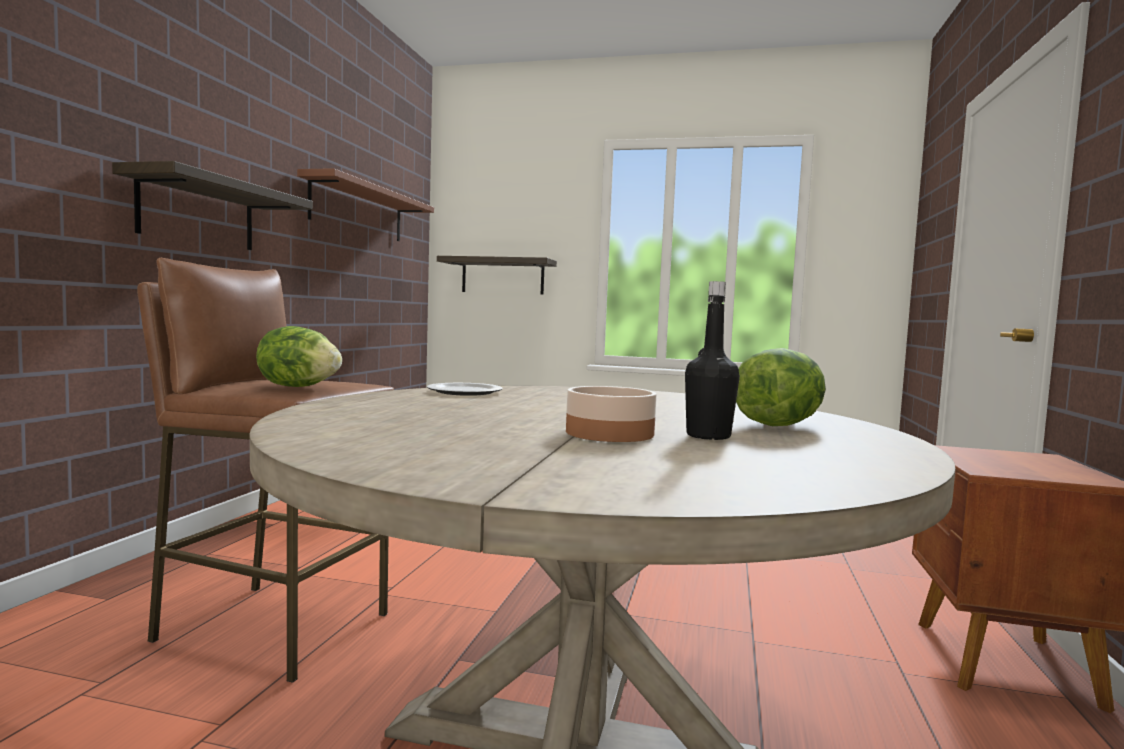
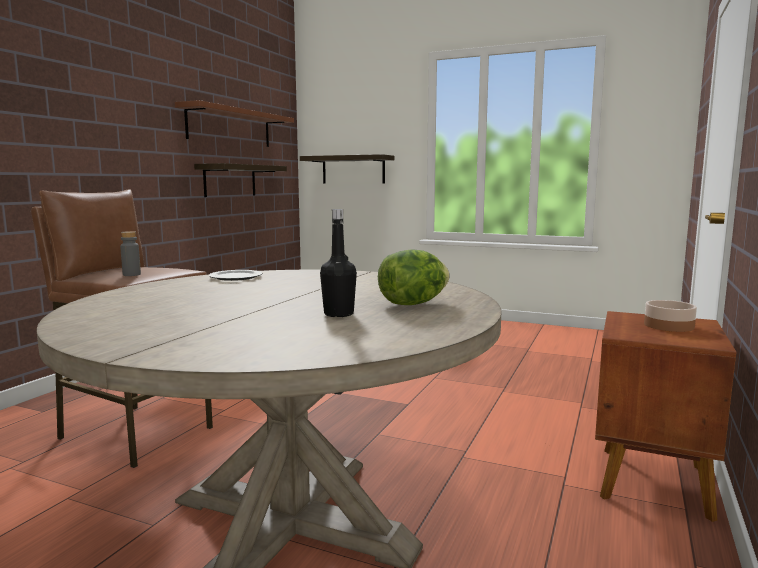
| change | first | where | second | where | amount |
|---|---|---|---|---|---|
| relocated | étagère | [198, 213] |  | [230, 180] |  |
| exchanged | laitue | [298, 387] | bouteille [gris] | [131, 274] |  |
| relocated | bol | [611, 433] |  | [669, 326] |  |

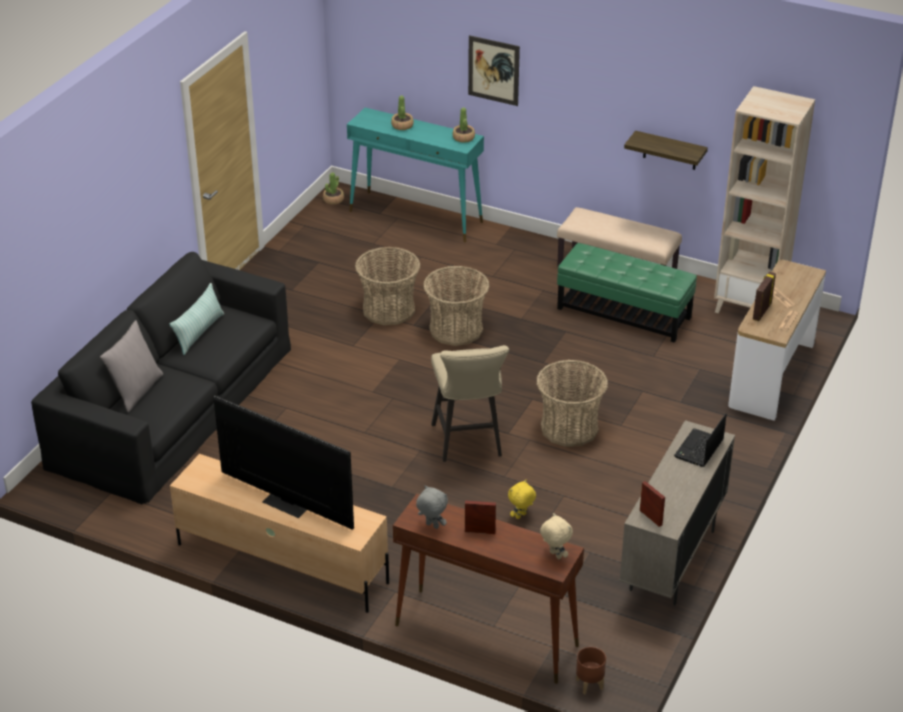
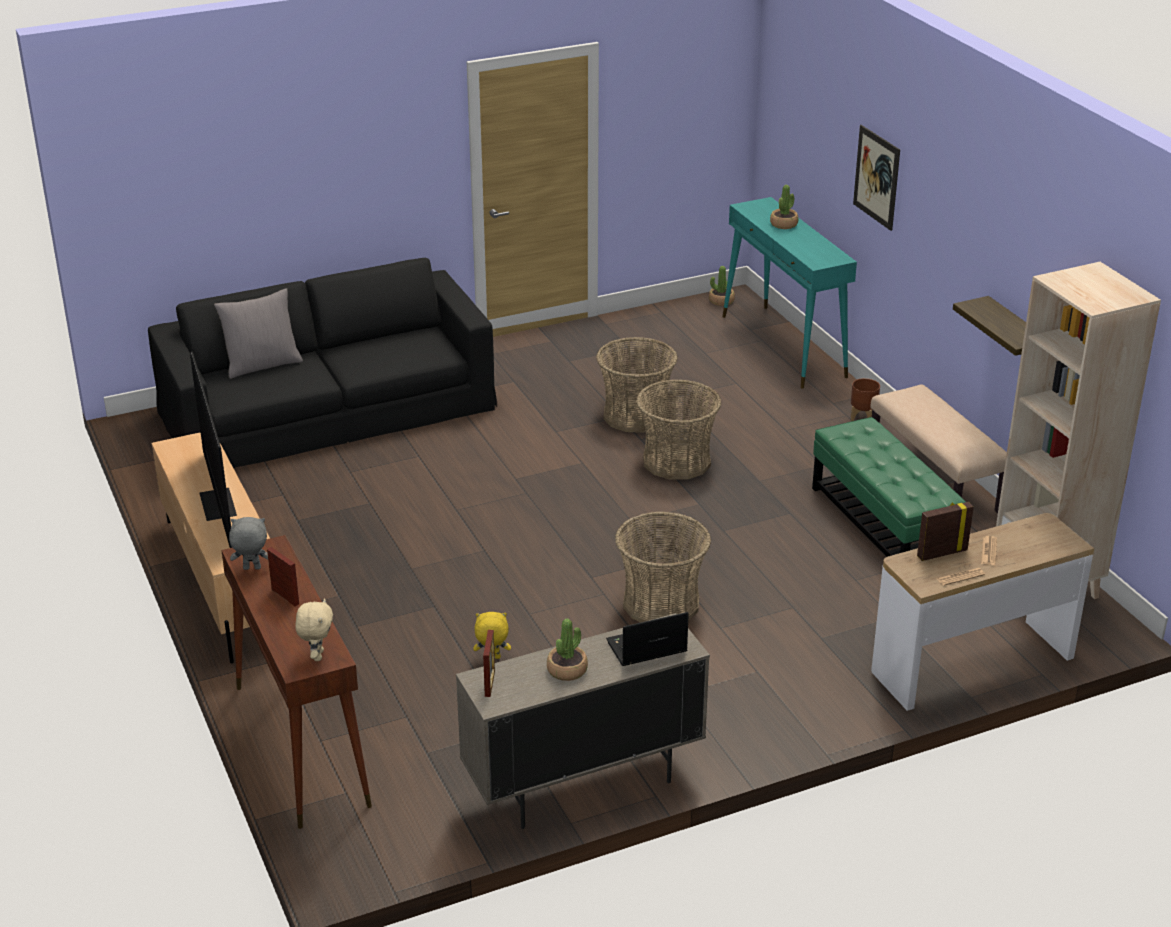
| change | first | where | second | where | amount |
|---|---|---|---|---|---|
| missing | coussin | [199, 332] |  |  |  |
| spun | peluche [gris] | [431, 526] |  | [251, 569] | 75 degrees counterclockwise |
| missing | tabouret [beige] | [468, 443] |  |  |  |
| relocated | plante en pot | [463, 138] |  | [567, 670] |  |
| relocated | cache-pot [marron] | [590, 684] |  | [863, 418] |  |

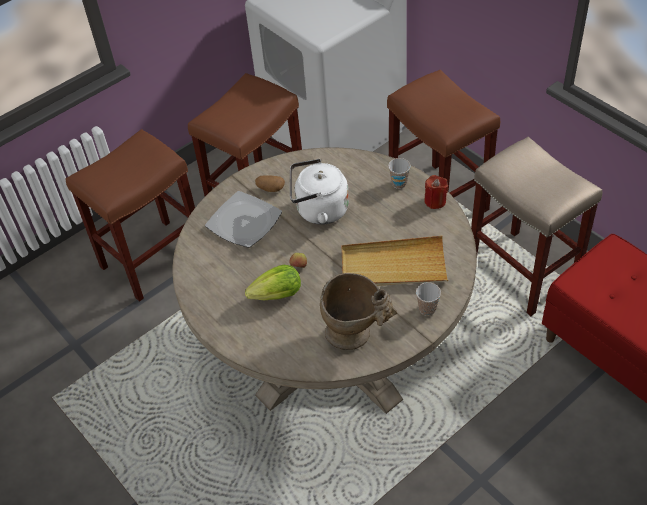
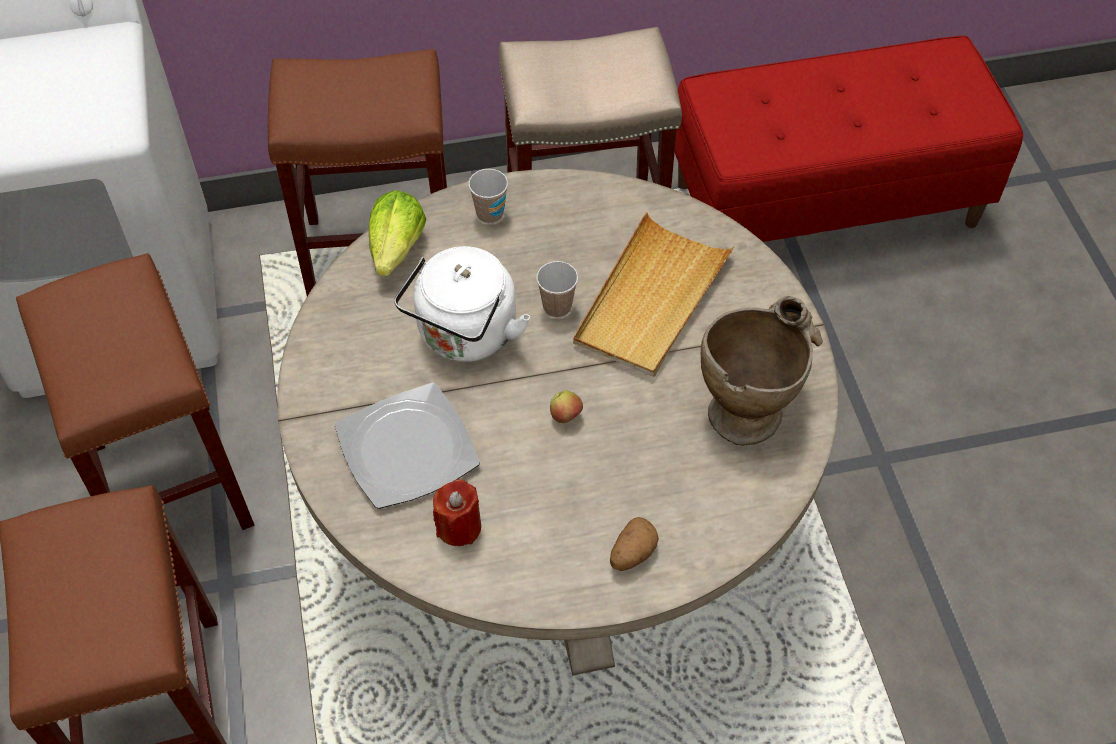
| change | first | where | second | where | amount |
|---|---|---|---|---|---|
| relocated | laitue | [278, 295] |  | [397, 249] |  |
| relocated | pomme de terre | [270, 189] |  | [632, 553] |  |
| relocated | tasse | [427, 309] |  | [557, 307] |  |
| relocated | bougie [rouge] | [435, 201] |  | [459, 527] |  |

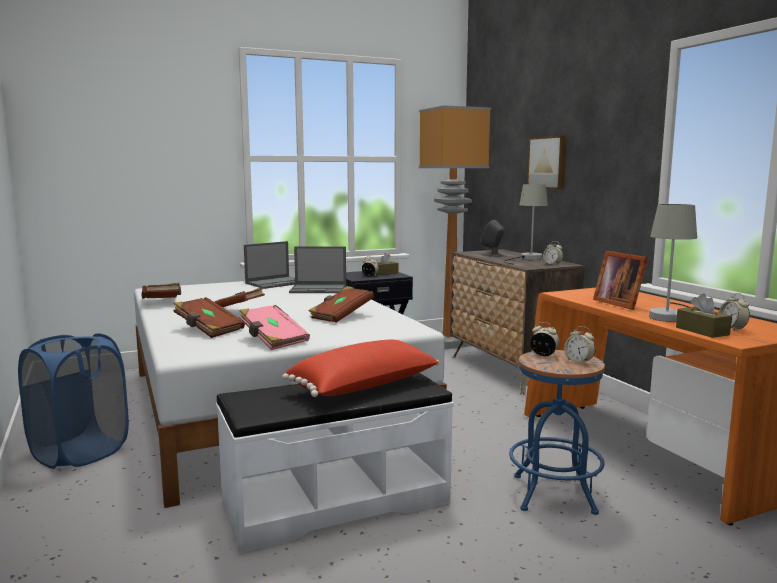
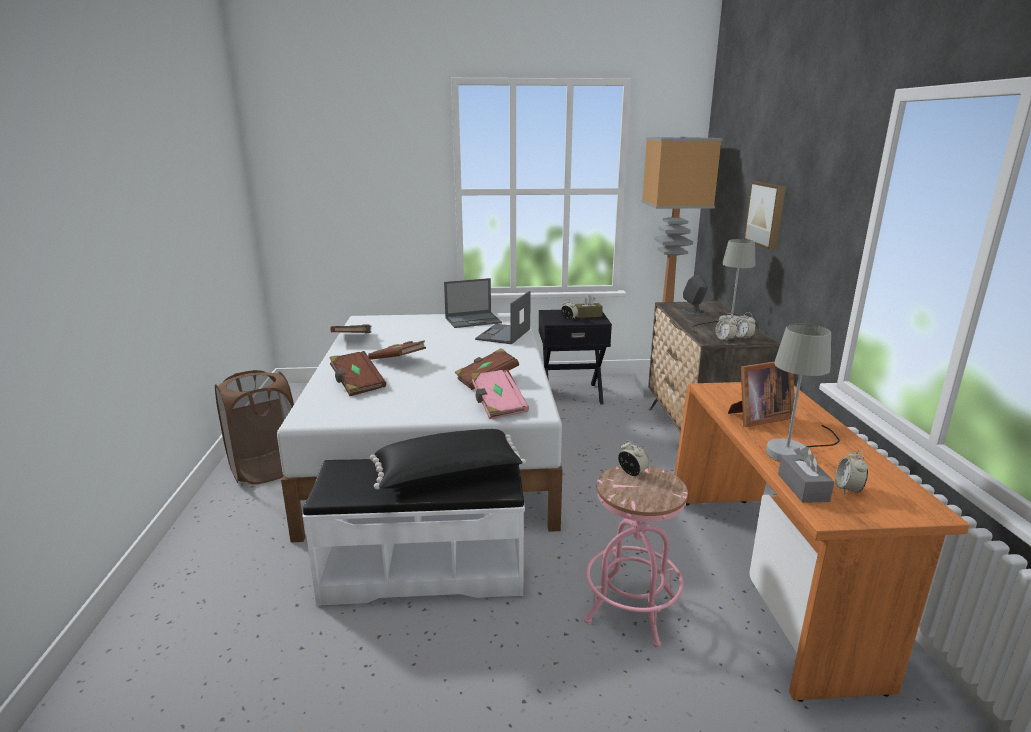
| change | first | where | second | where | amount |
|---|---|---|---|---|---|
| colour | panier à linge [bleu] | [79, 452] | panier à linge [marron] | [265, 469] |  |
| relocated | livre [rose] | [273, 340] |  | [497, 405] |  |
| colour | coussin [rouge] | [365, 388] | coussin [noir] | [448, 476] |  |
| spun | ordinateur portable | [319, 289] |  | [503, 334] | 90 degrees clockwise |
| colour | tabouret [bleu] | [554, 494] | tabouret [rose] | [631, 610] |  |
| relocated | réveil | [579, 361] |  | [725, 339] |  |
| spun | cadre photo | [619, 303] |  | [758, 417] | 105 degrees counterclockwise |
| colour | boîte à mouchoirs [marron] | [702, 331] | boîte à mouchoirs [gris] | [803, 487] |  |

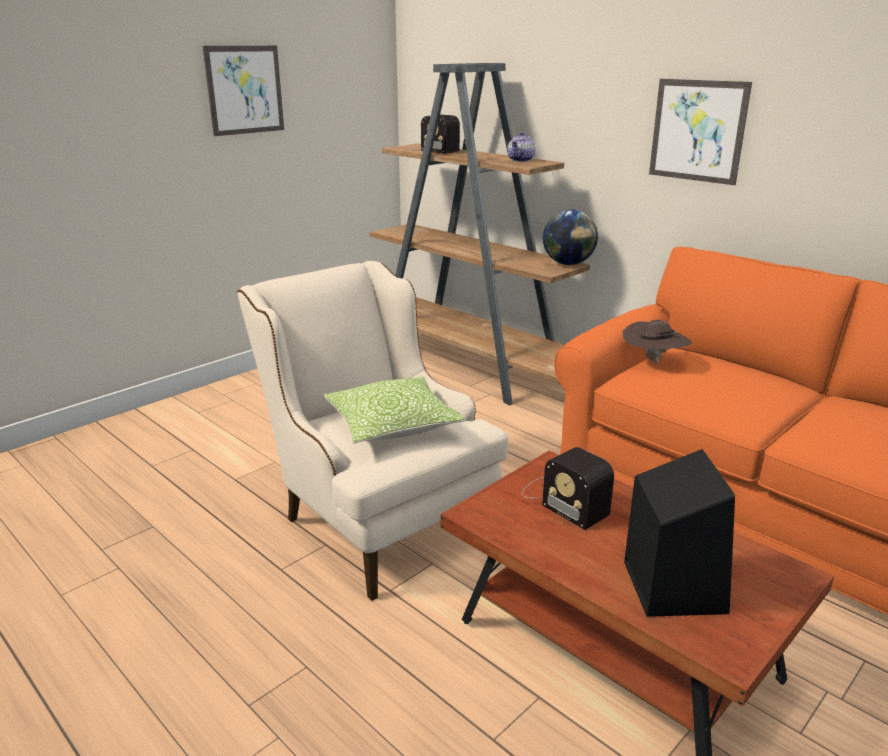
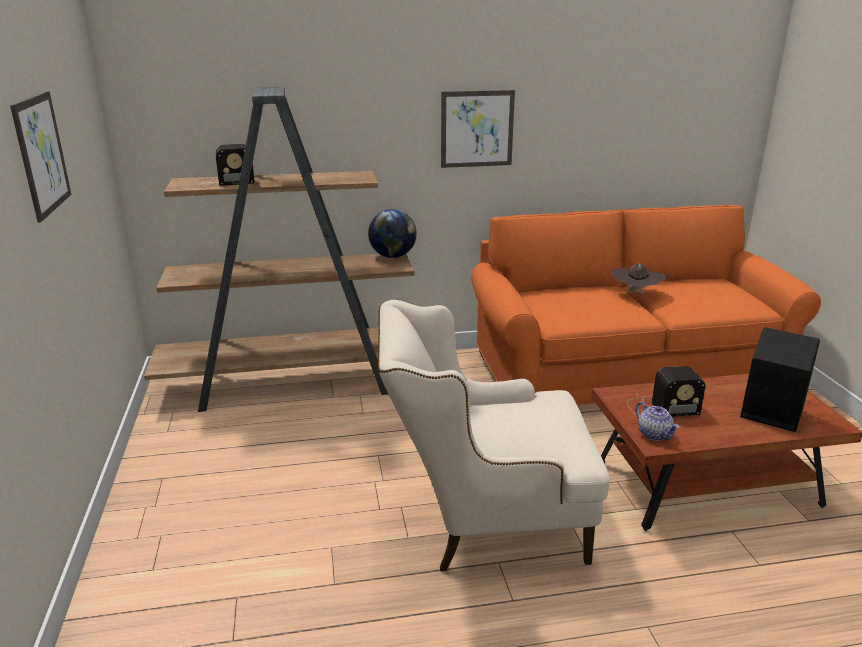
| change | first | where | second | where | amount |
|---|---|---|---|---|---|
| missing | coussin | [392, 425] |  |  |  |
| relocated | théière | [521, 160] |  | [654, 434] |  |
| relocated | chapeau [marron] | [653, 363] |  | [635, 295] |  |

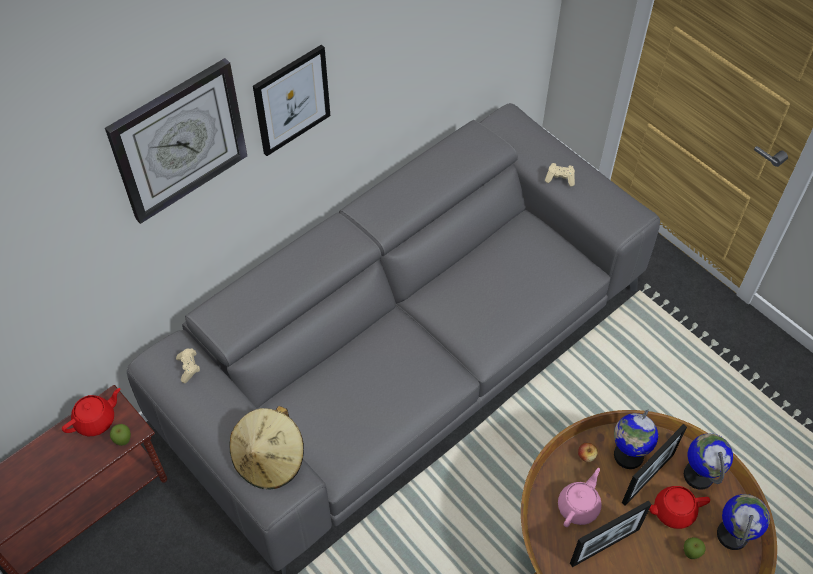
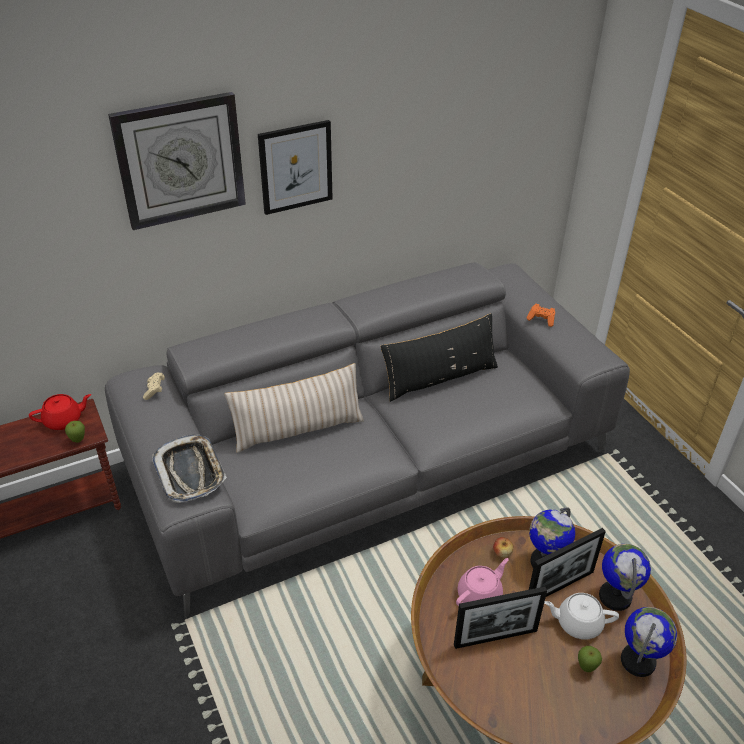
| change | first | where | second | where | amount |
|---|---|---|---|---|---|
| exchanged | chapeau [beige] | [269, 459] | plateau | [190, 472] |  |
| colour | manette [beige] | [560, 178] | manette [orange] | [541, 319] |  |
| colour | théière [rouge] | [672, 511] | théière [blanc] | [578, 623] |  |
| appeared |  |  | coussin [beige] | [298, 429] |  |
| appeared |  |  | coussin [noir] | [440, 378] |  |

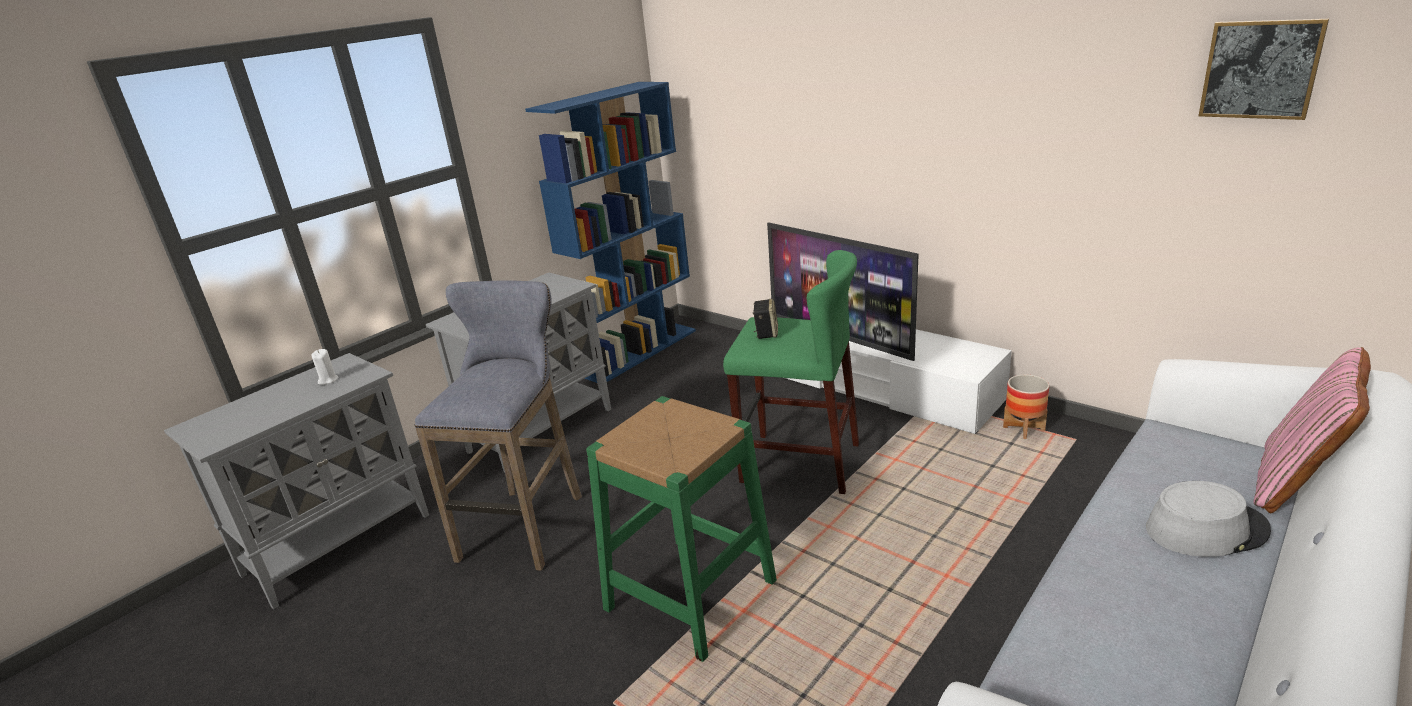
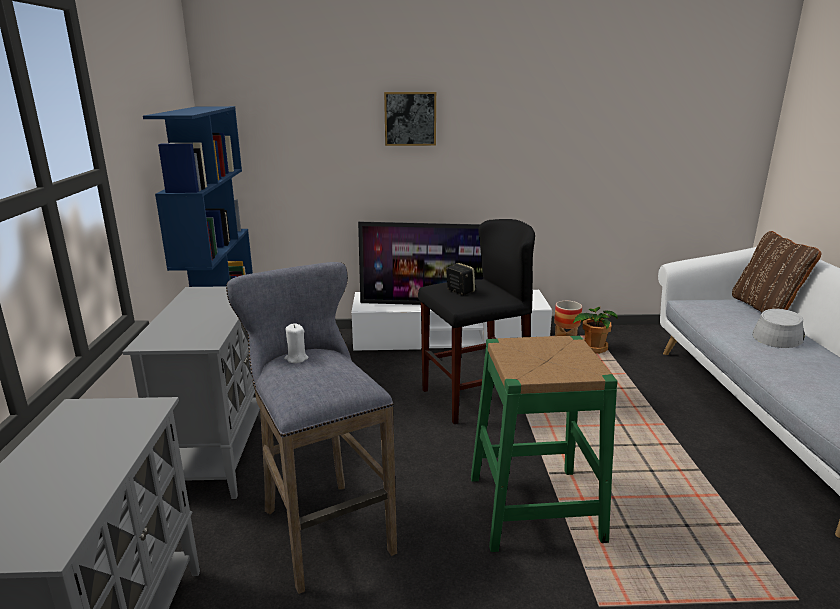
| change | first | where | second | where | amount |
|---|---|---|---|---|---|
| relocated | bougie [blanc] | [328, 380] |  | [296, 358] |  |
| colour | tabouret [vert] | [800, 462] | tabouret [noir] | [474, 397] |  |
| relocated | tableau | [1260, 69] |  | [410, 119] |  |
| colour | coussin [rose] | [1295, 484] | coussin [marron] | [765, 309] |  |
| appeared |  |  | plante en pot | [592, 349] |  |

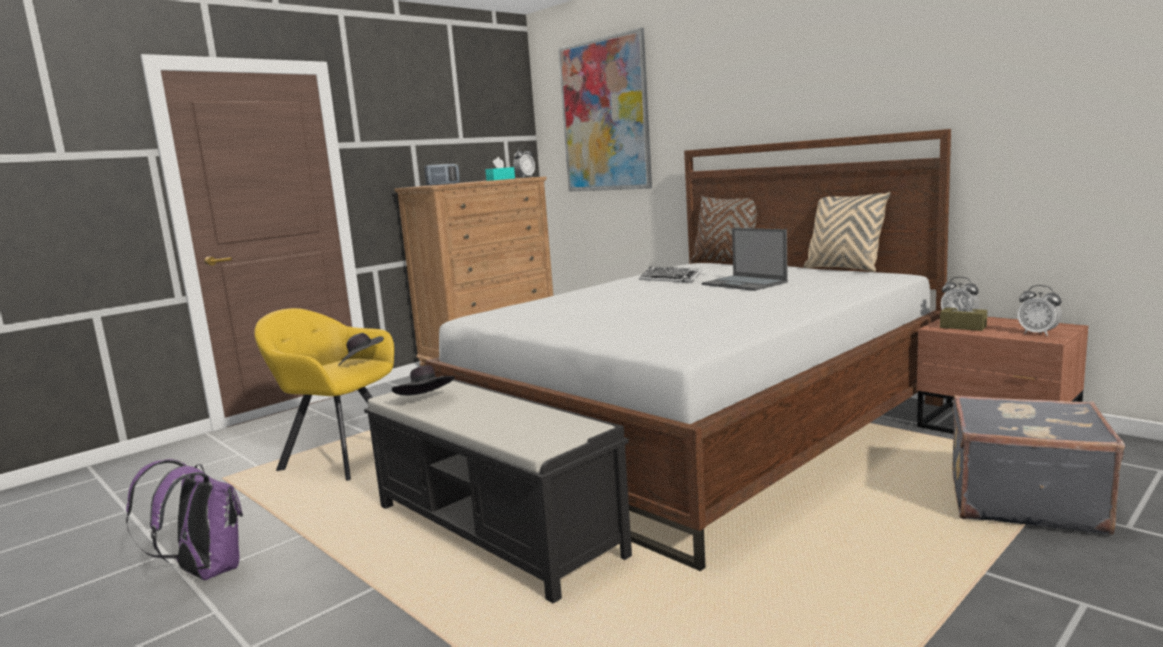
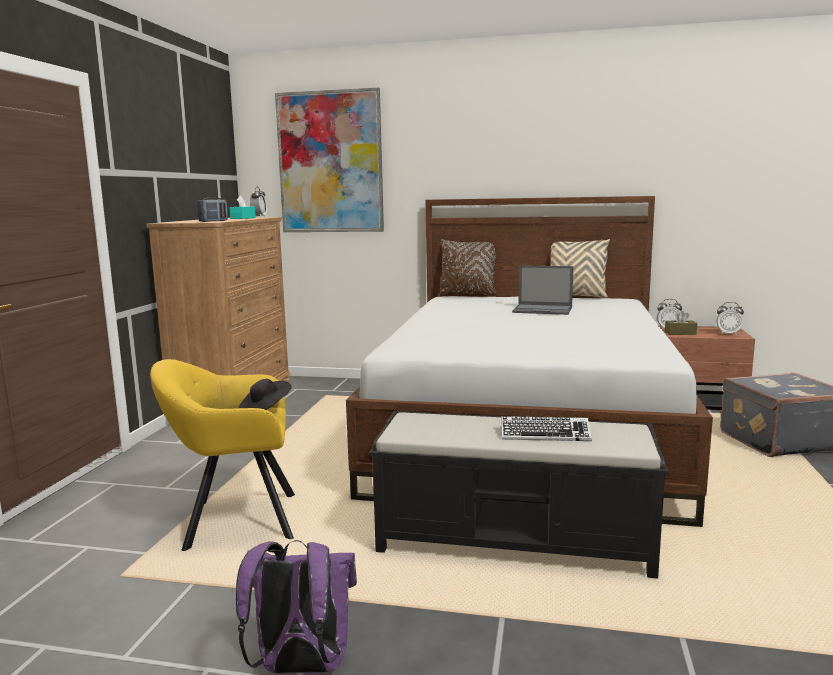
| change | first | where | second | where | amount |
|---|---|---|---|---|---|
| missing | chapeau [noir] | [426, 400] |  |  |  |
| relocated | clavier | [670, 279] |  | [545, 434] |  |

